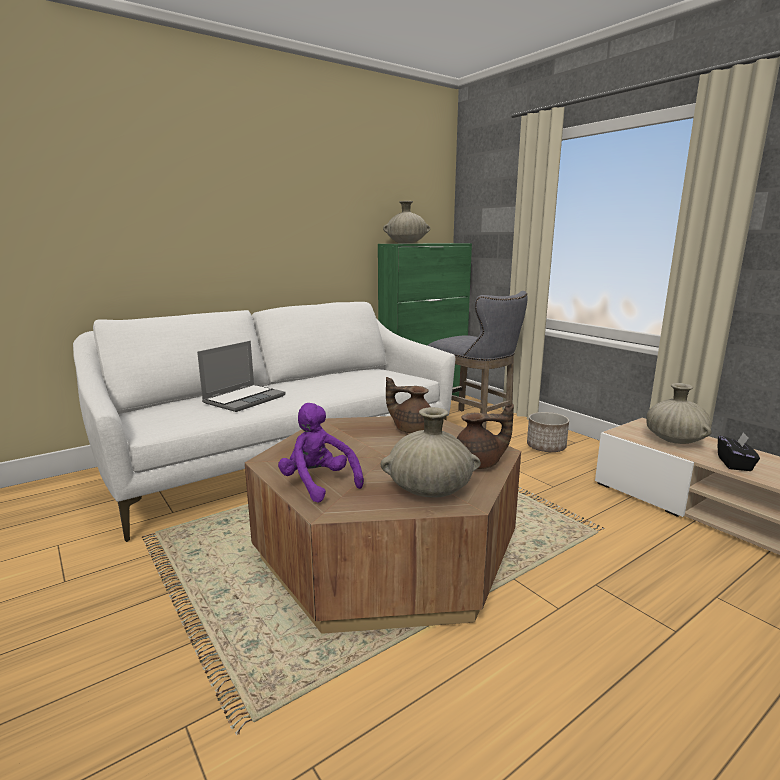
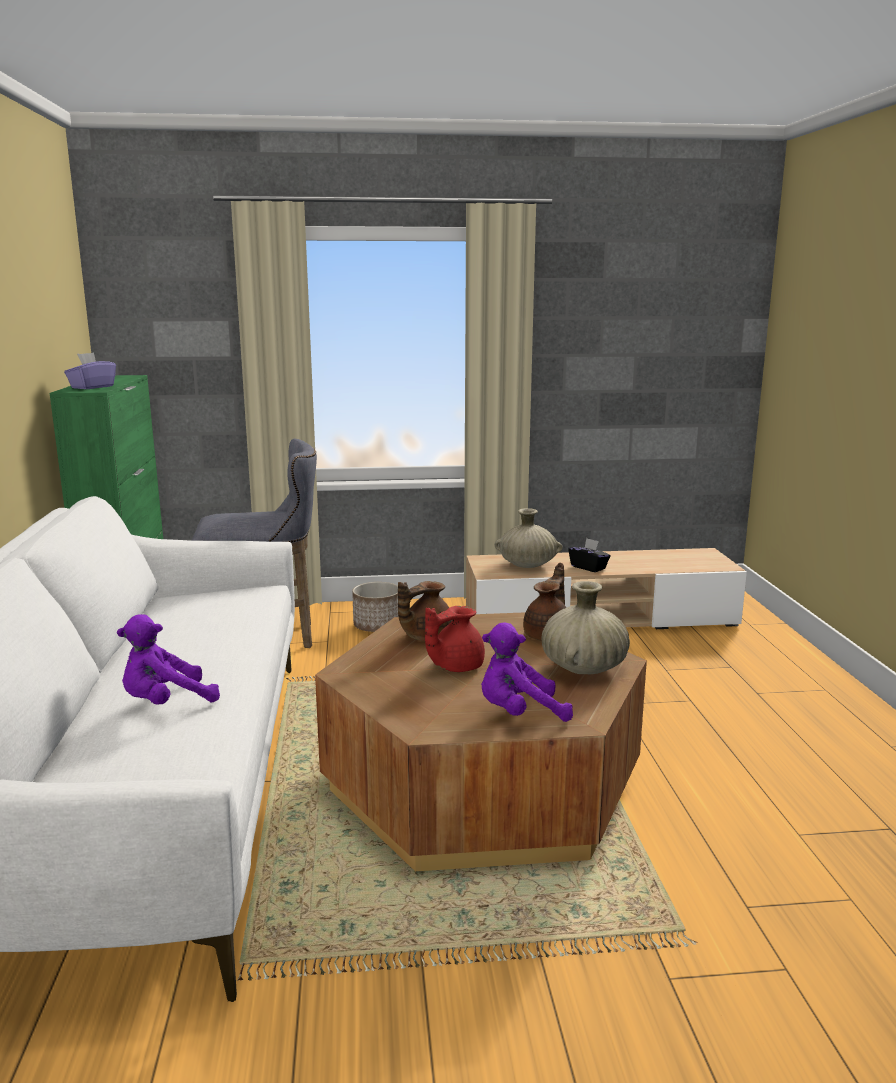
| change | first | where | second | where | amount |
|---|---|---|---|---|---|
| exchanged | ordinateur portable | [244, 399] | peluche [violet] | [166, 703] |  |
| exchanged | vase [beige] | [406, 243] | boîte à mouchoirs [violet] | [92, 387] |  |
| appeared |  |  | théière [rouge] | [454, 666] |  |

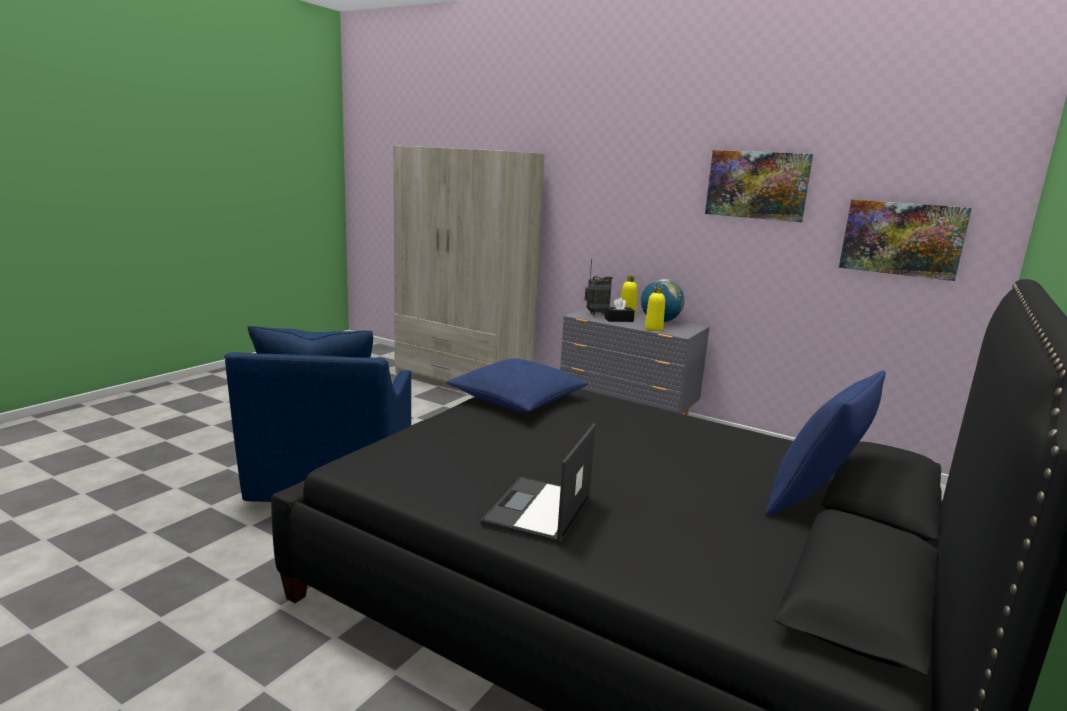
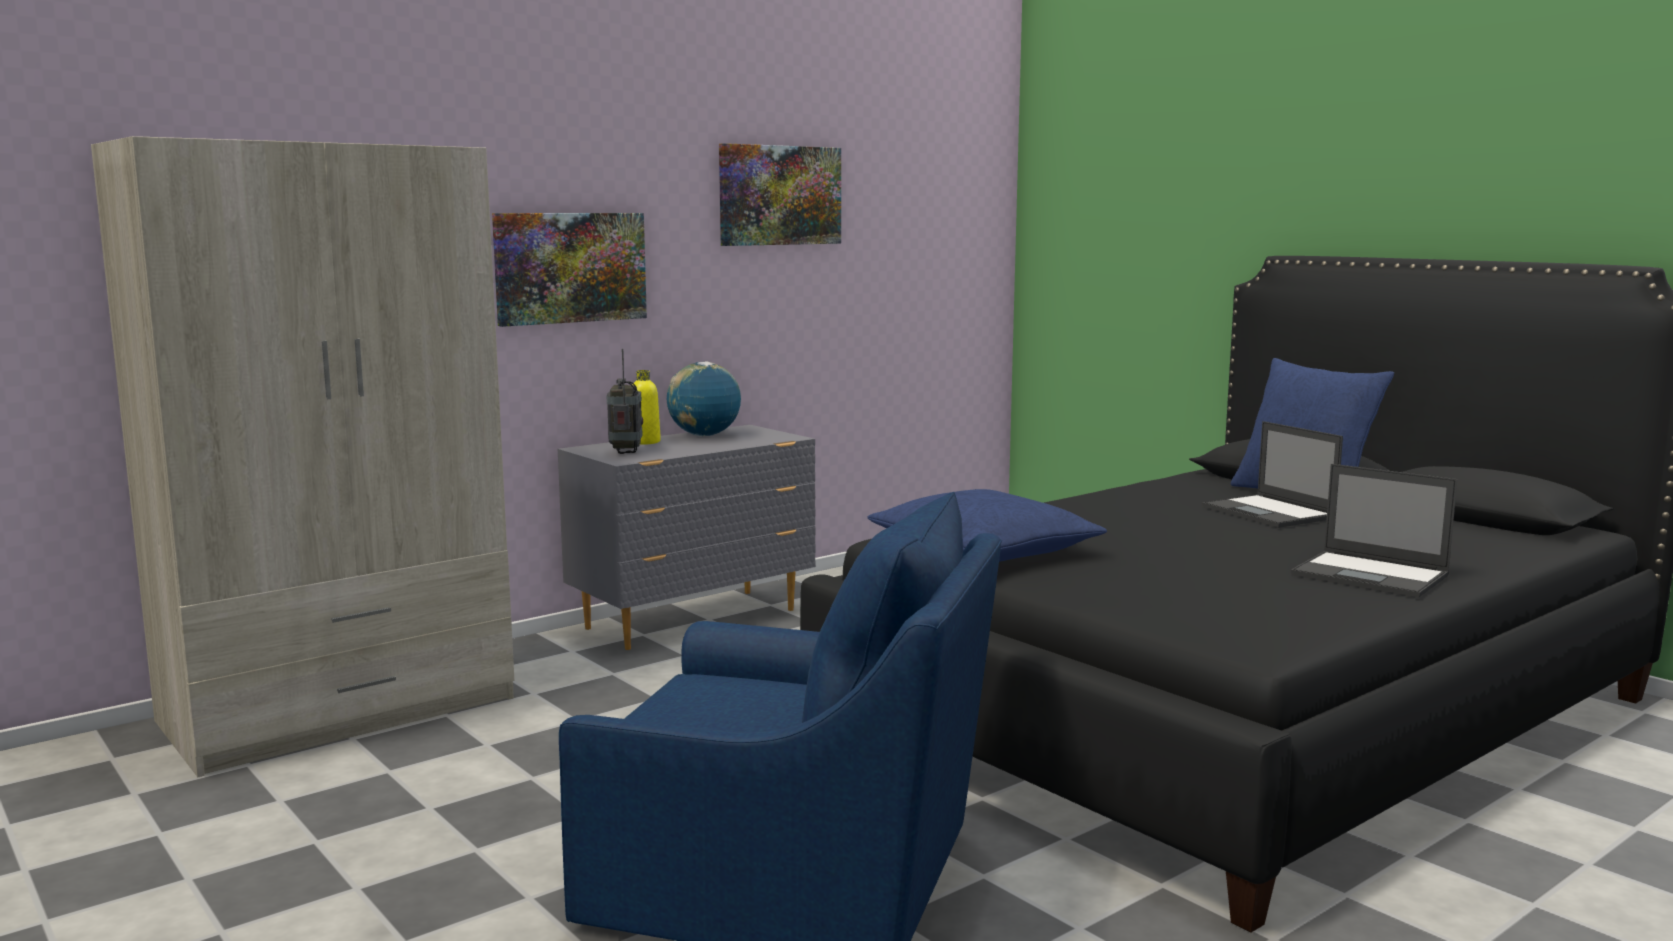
| change | first | where | second | where | amount |
|---|---|---|---|---|---|
| missing | boîte à mouchoirs [noir] | [619, 320] |  |  |  |
| missing | bouteille [jaune] | [653, 329] |  |  |  |
| relocated | tableau | [902, 238] |  | [570, 267] |  |
| appeared |  |  | ordinateur portable | [1270, 513] |  |

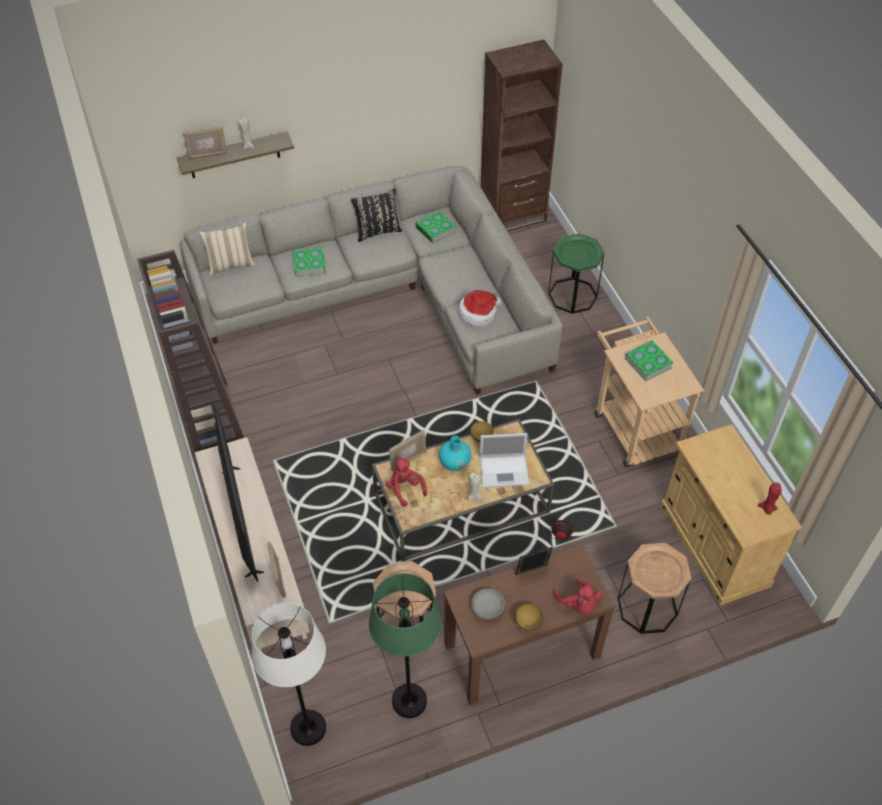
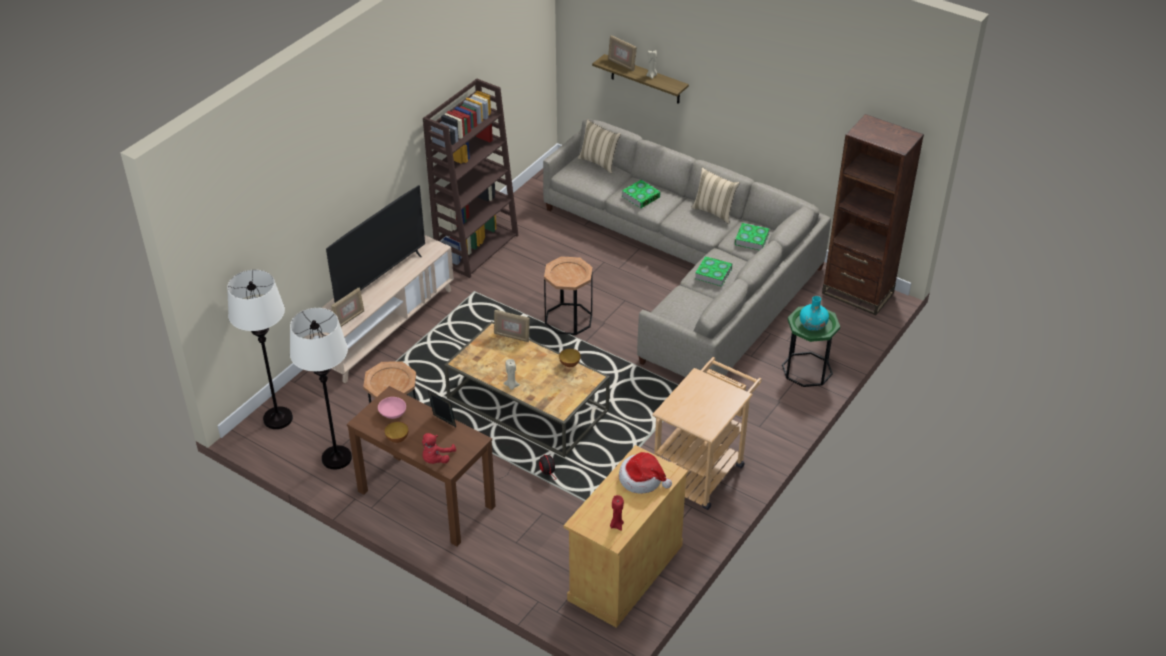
| change | first | where | second | where | amount |
|---|---|---|---|---|---|
| colour | coussin [noir] | [377, 231] | coussin [beige] | [714, 211] |  |
| colour | lampadaire [vert] | [409, 701] | lampadaire [blanc] | [336, 458] |  |
| missing | peluche [rouge] | [405, 489] |  |  |  |
| relocated | vase [turquoise] | [455, 462] |  | [812, 325] |  |
| relocated | chapeau | [478, 313] |  | [642, 479] |  |
| colour | bol [gris] | [487, 608] | bol [rose] | [393, 413] |  |
| missing | ordinateur portable | [505, 470] |  |  |  |
| relocated | table d'appoint [marron] | [647, 607] |  | [568, 319] |  |
| relocated | livre | [648, 363] |  | [713, 274] |  |

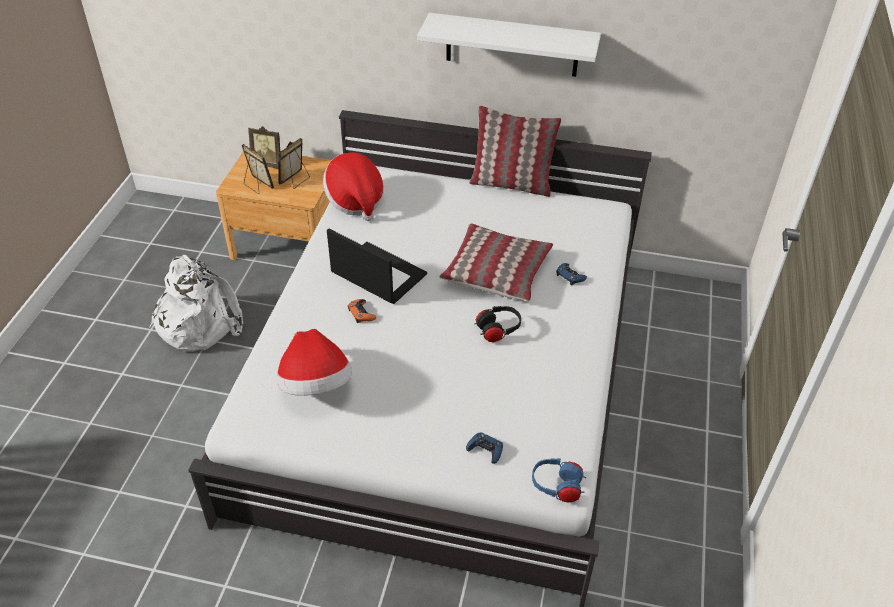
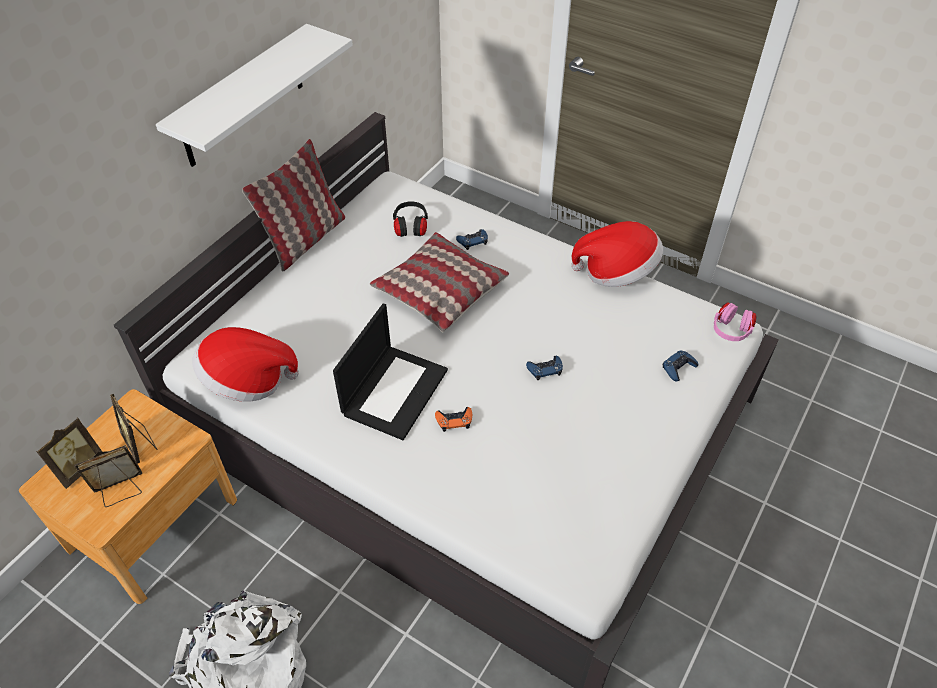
| change | first | where | second | where | amount |
|---|---|---|---|---|---|
| relocated | chapeau | [316, 385] |  | [617, 272] |  |
| spun | ordinateur portable | [377, 274] |  | [394, 391] | 150 degrees clockwise |
| relocated | casque audio [noir] | [497, 331] |  | [411, 228] |  |
| colour | casque audio [bleu] | [557, 487] | casque audio [rose] | [730, 331] |  |
| appeared |  |  | manette [bleu] | [545, 369] |  |

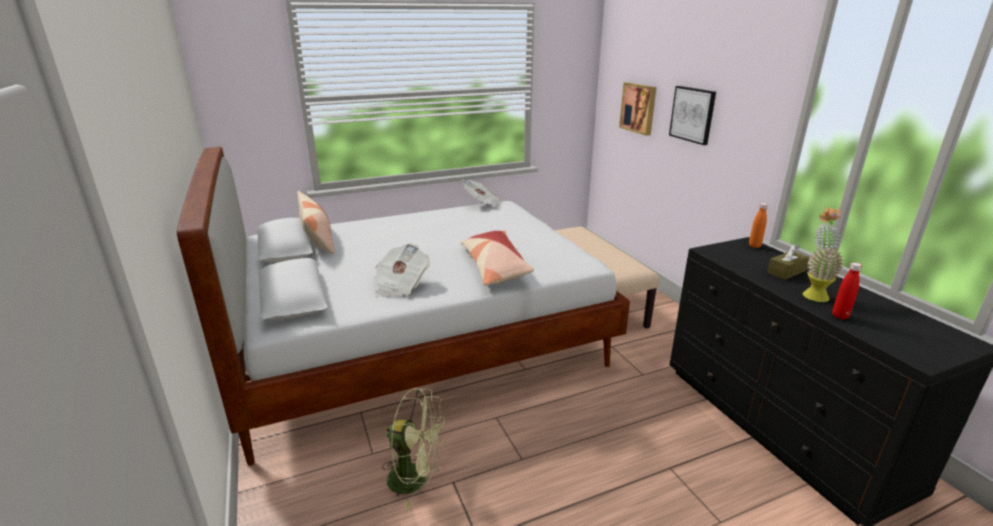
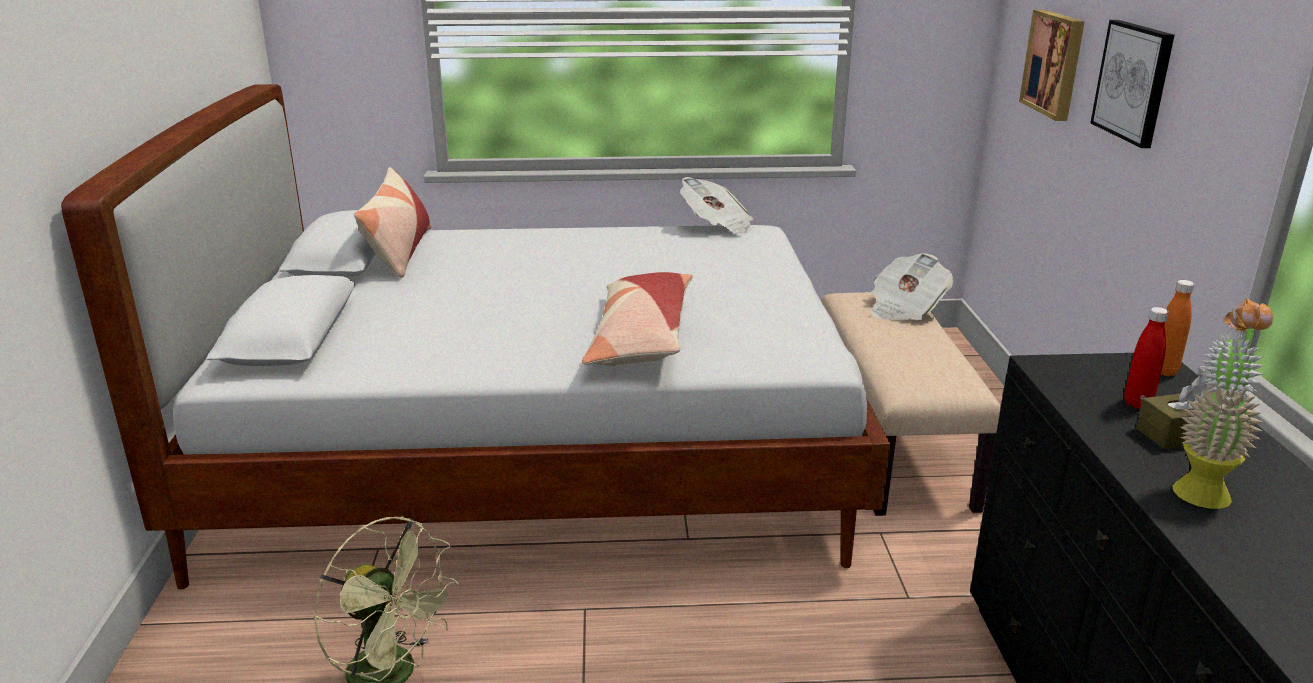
| change | first | where | second | where | amount |
|---|---|---|---|---|---|
| relocated | journal | [400, 285] |  | [905, 308] |  |
| relocated | bouteille [rouge] | [840, 316] |  | [1137, 404] |  |

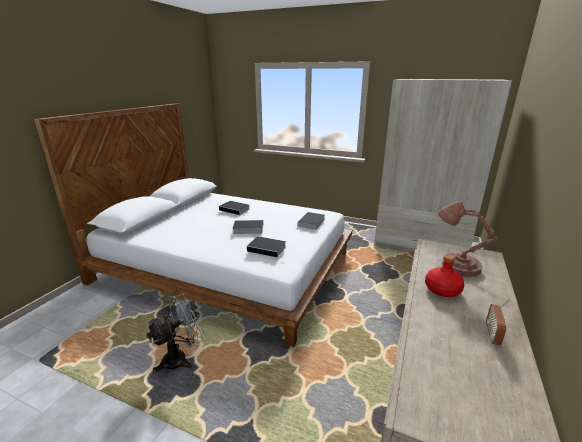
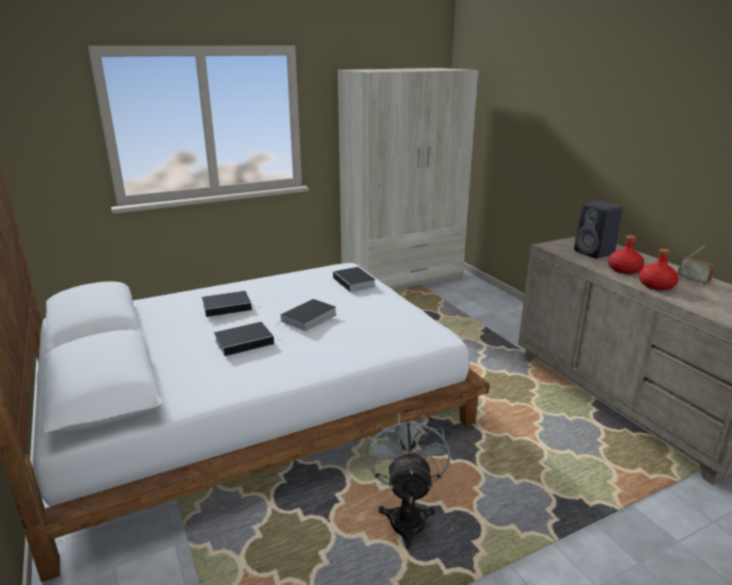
| change | first | where | second | where | amount |
|---|---|---|---|---|---|
| relocated | livre | [268, 249] |  | [245, 341] |  |
| exchanged | lampe de table [marron] | [457, 267] | enceinte [noir] | [595, 253] |  |
| appeared |  |  | bouteille [rouge] | [656, 286] |  |

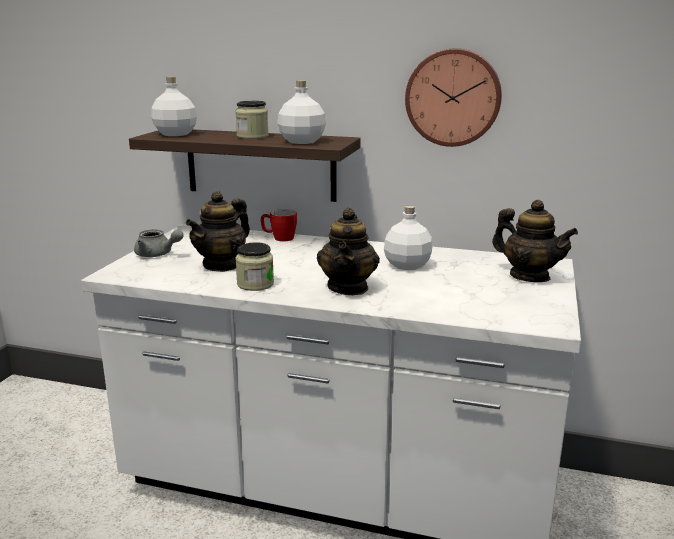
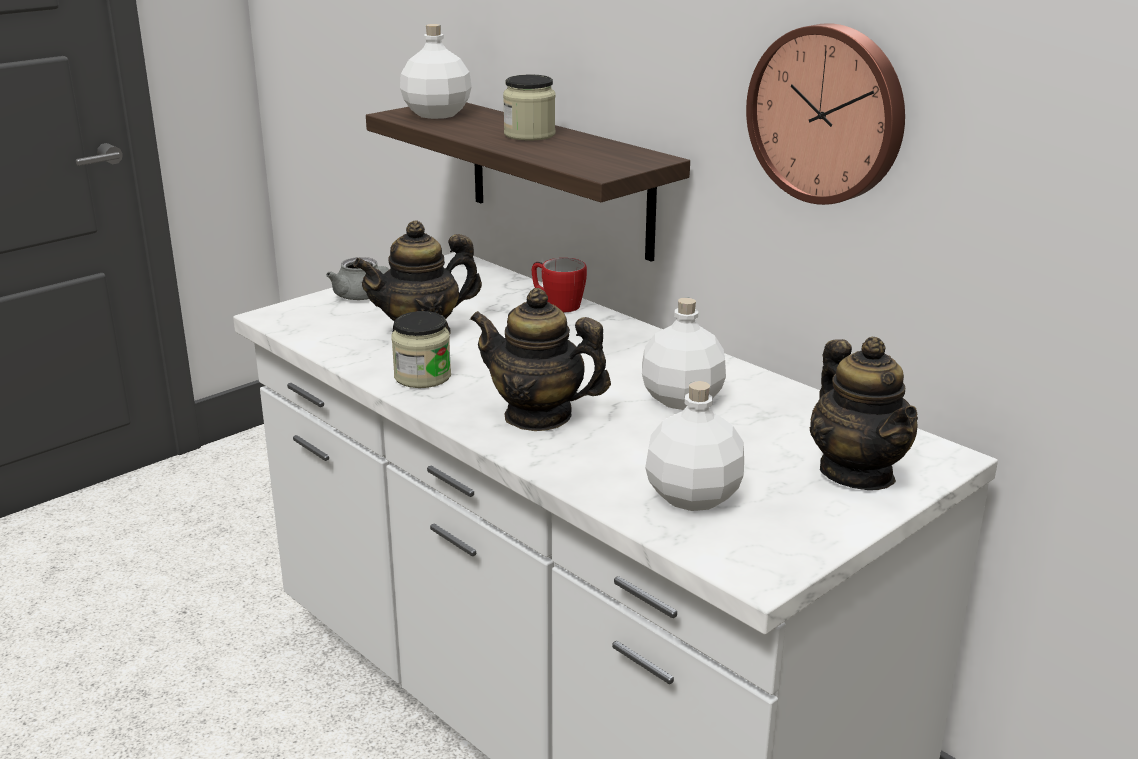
| change | first | where | second | where | amount |
|---|---|---|---|---|---|
| relocated | bouteille [blanc] | [302, 141] |  | [692, 497] |  |
| spun | théière | [348, 288] |  | [538, 416] | 75 degrees clockwise |

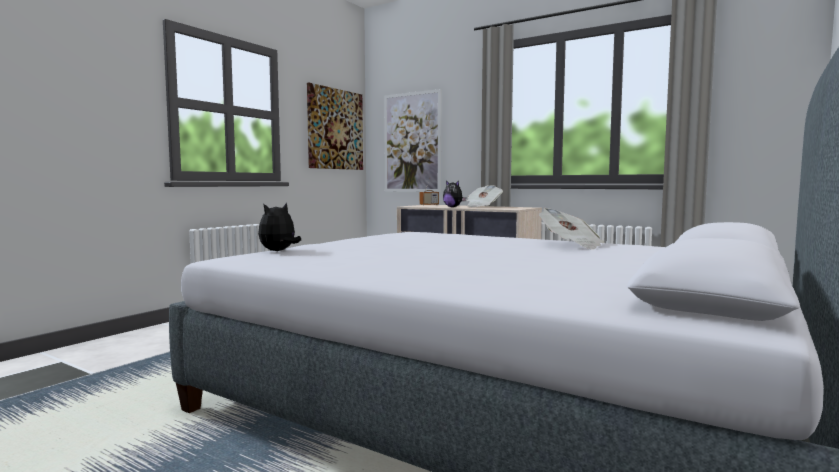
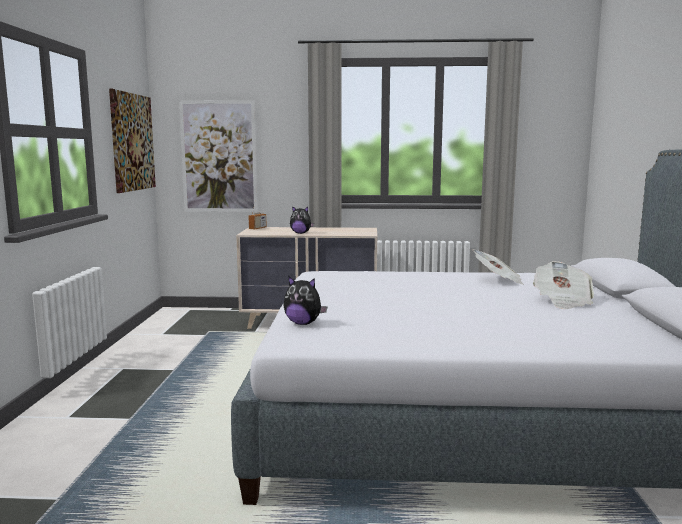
| change | first | where | second | where | amount |
|---|---|---|---|---|---|
| spun | peluche | [278, 251] |  | [303, 323] | 75 degrees counterclockwise |
| relocated | journal | [482, 206] |  | [562, 301] |  |

